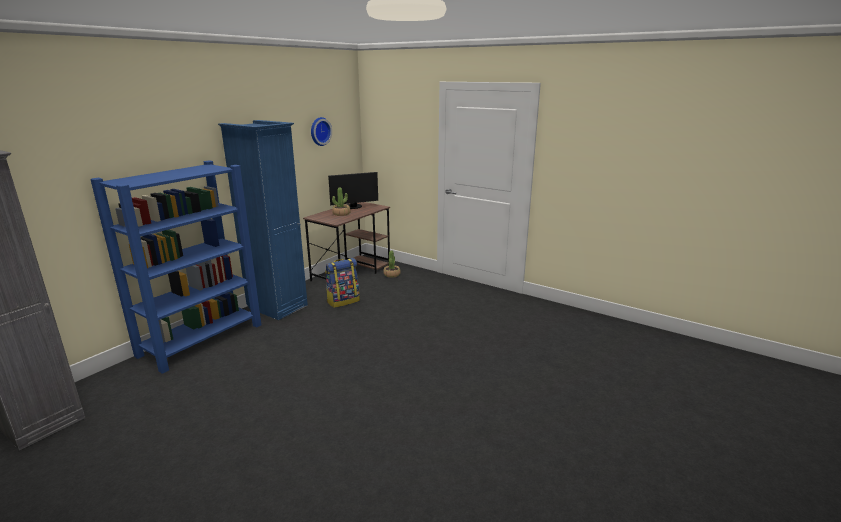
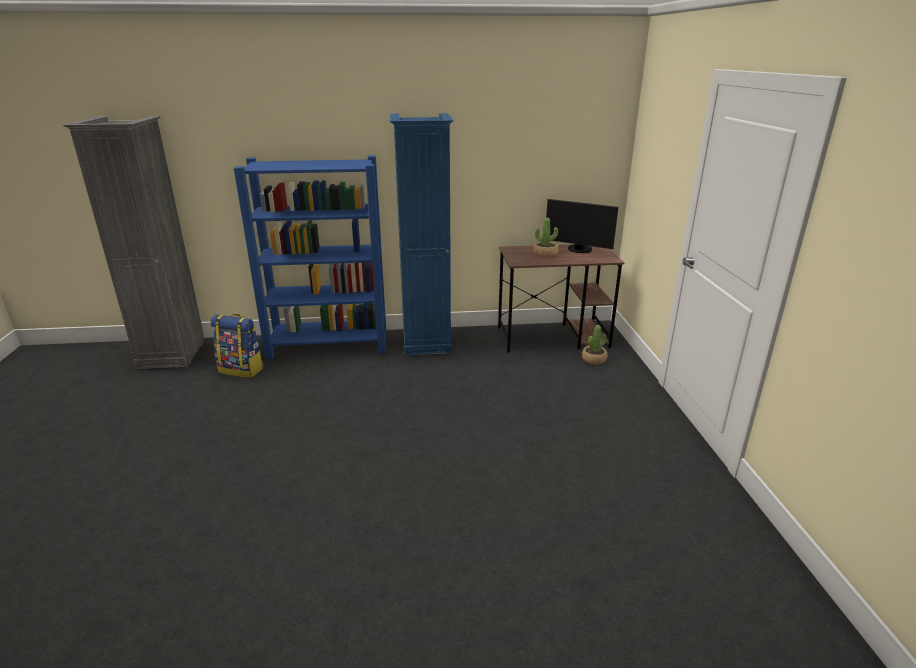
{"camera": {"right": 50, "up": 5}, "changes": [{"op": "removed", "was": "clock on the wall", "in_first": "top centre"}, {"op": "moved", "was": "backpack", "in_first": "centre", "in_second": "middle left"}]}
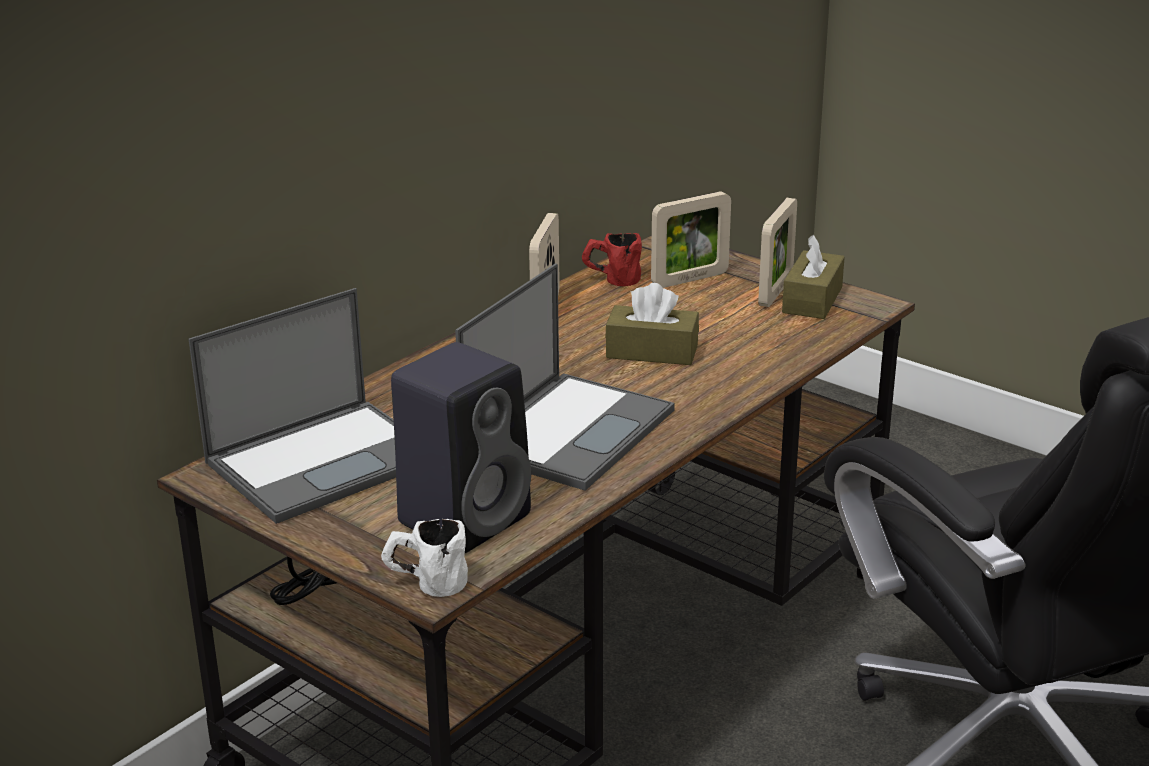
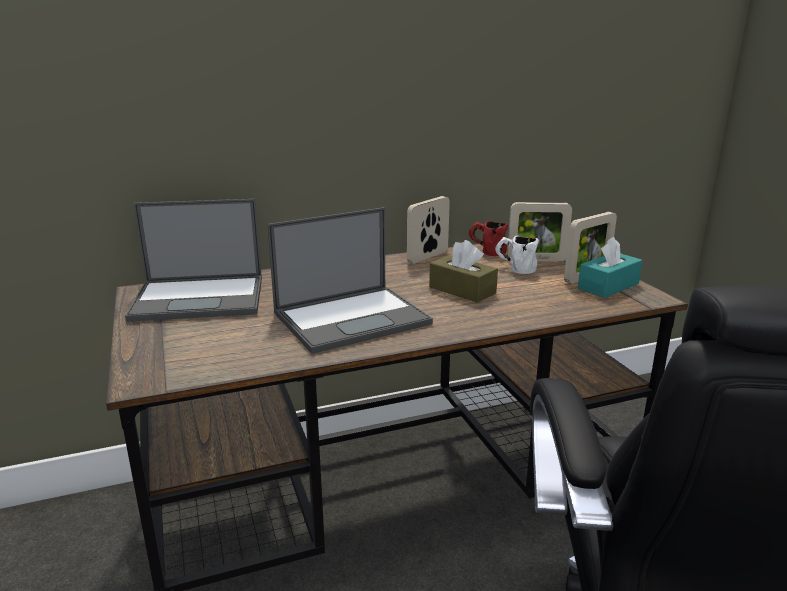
{"camera": {"right": 30, "up": -5}, "changes": [{"op": "recoloured", "was": "box of tissues (brown-coloured) (2nd from left)", "now": "box of tissues (blue-green)", "in_first": "middle right", "in_second": "middle right"}, {"op": "removed", "was": "loudspeaker (black)", "in_first": "centre"}, {"op": "moved", "was": "mug (white-coloured)", "in_first": "bottom centre", "in_second": "centre"}]}
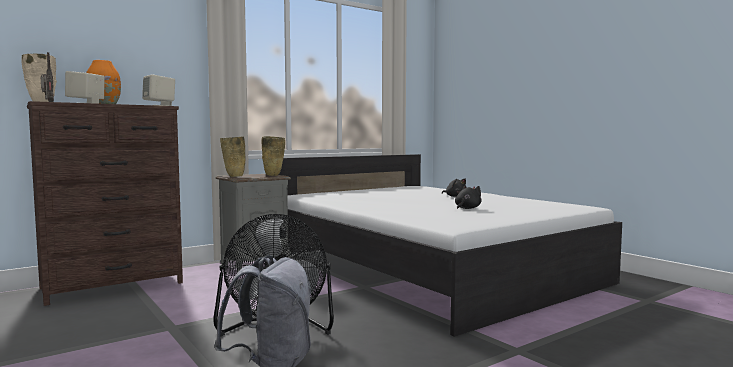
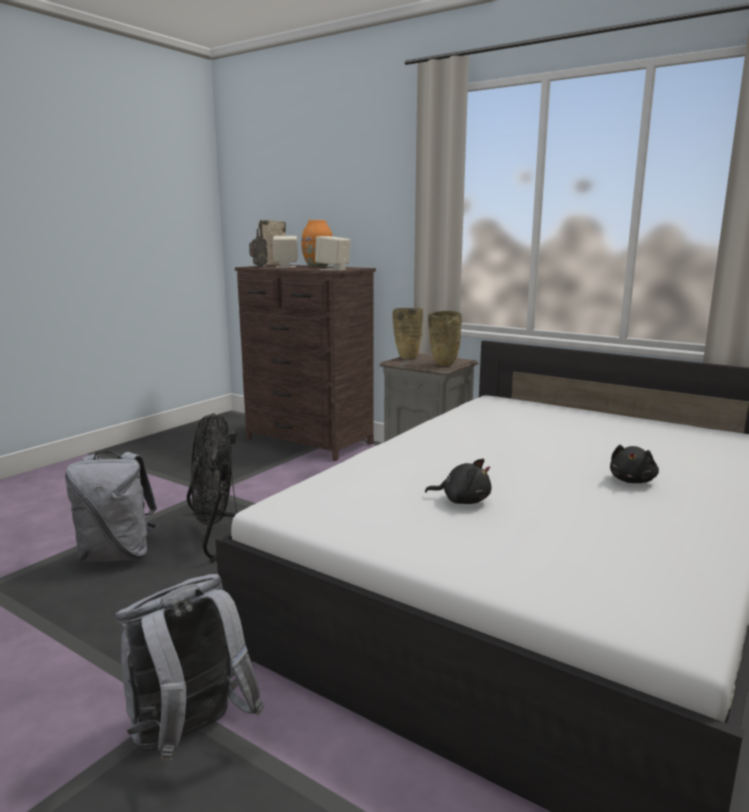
{"camera": {"right": 70, "up": 10}, "changes": [{"op": "added", "now": "backpack (gray) (2nd from left)", "in_second": "bottom left"}]}
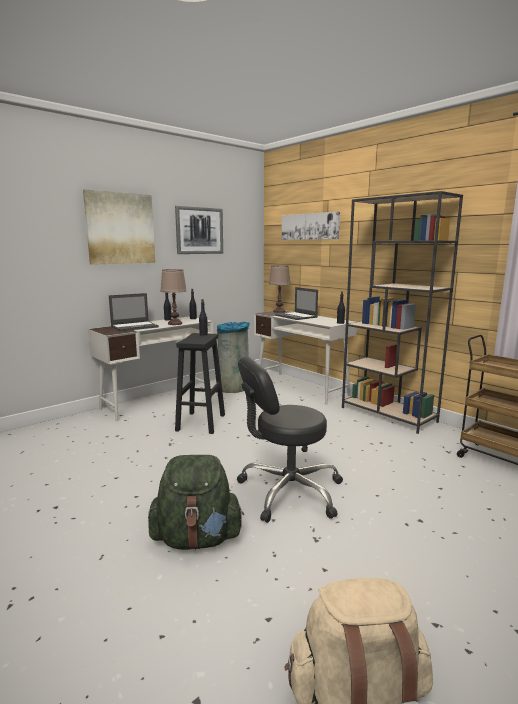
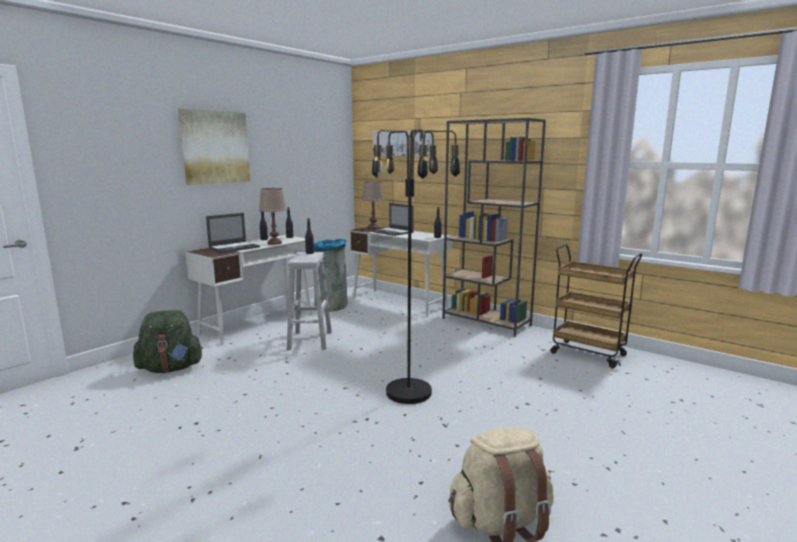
{"camera": {"right": -10, "up": 0}, "changes": [{"op": "removed", "was": "wall art (2nd from left)", "in_first": "top centre"}, {"op": "recoloured", "was": "sitting stool (black)", "now": "sitting stool (white-coloured)", "in_first": "centre", "in_second": "centre"}, {"op": "replaced", "was": "office chair (black)", "now": "floor lamp", "in_first": "centre", "in_second": "centre"}, {"op": "moved", "was": "backpack (greenish)", "in_first": "bottom centre", "in_second": "middle left"}]}
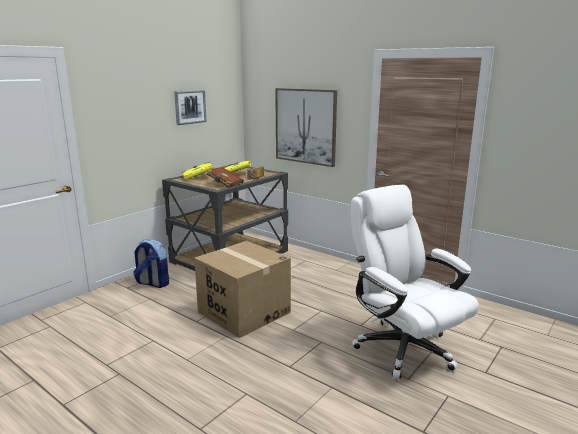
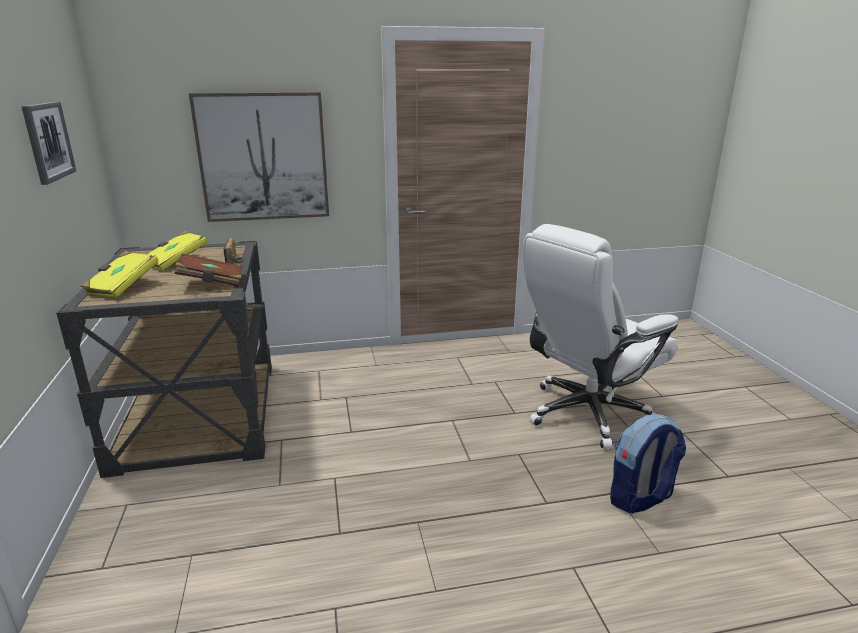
{"camera": {"right": -50, "up": 5}, "changes": [{"op": "turned", "was": "office chair (white-coloured)", "in_first": "middle right", "in_second": "middle right", "clockwise": -45}, {"op": "moved", "was": "backpack", "in_first": "middle left", "in_second": "bottom right"}, {"op": "removed", "was": "packing box", "in_first": "centre"}]}
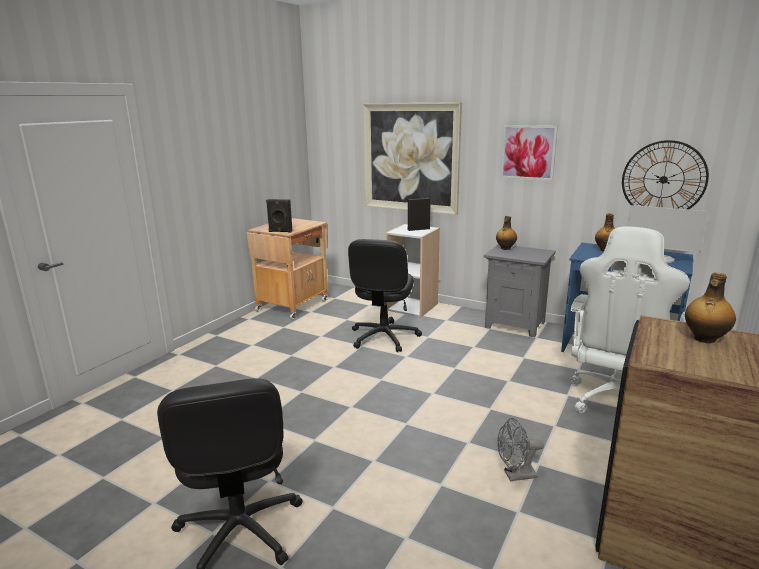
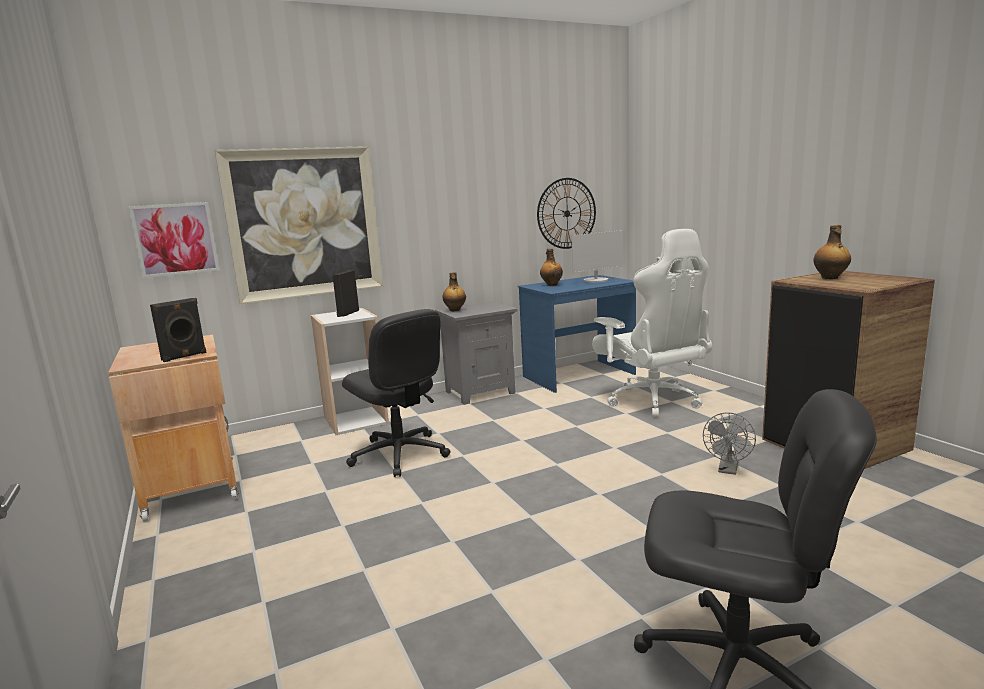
{"camera": {"right": -55, "up": -5}, "changes": [{"op": "moved", "was": "wall art (2nd from left in the first image)", "now": "wall art (1st from left)", "in_first": "top right", "in_second": "middle left"}]}
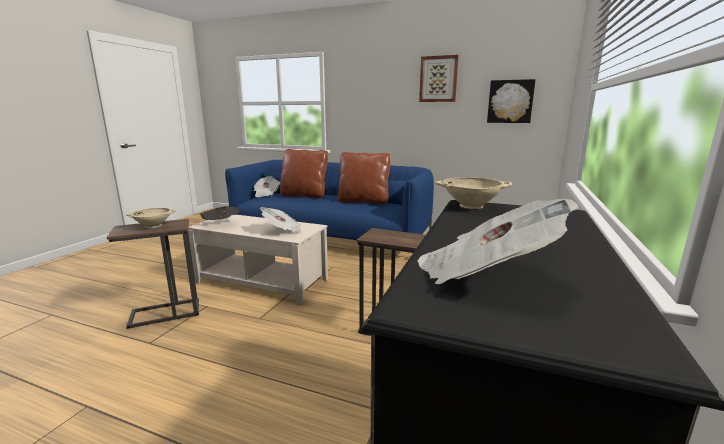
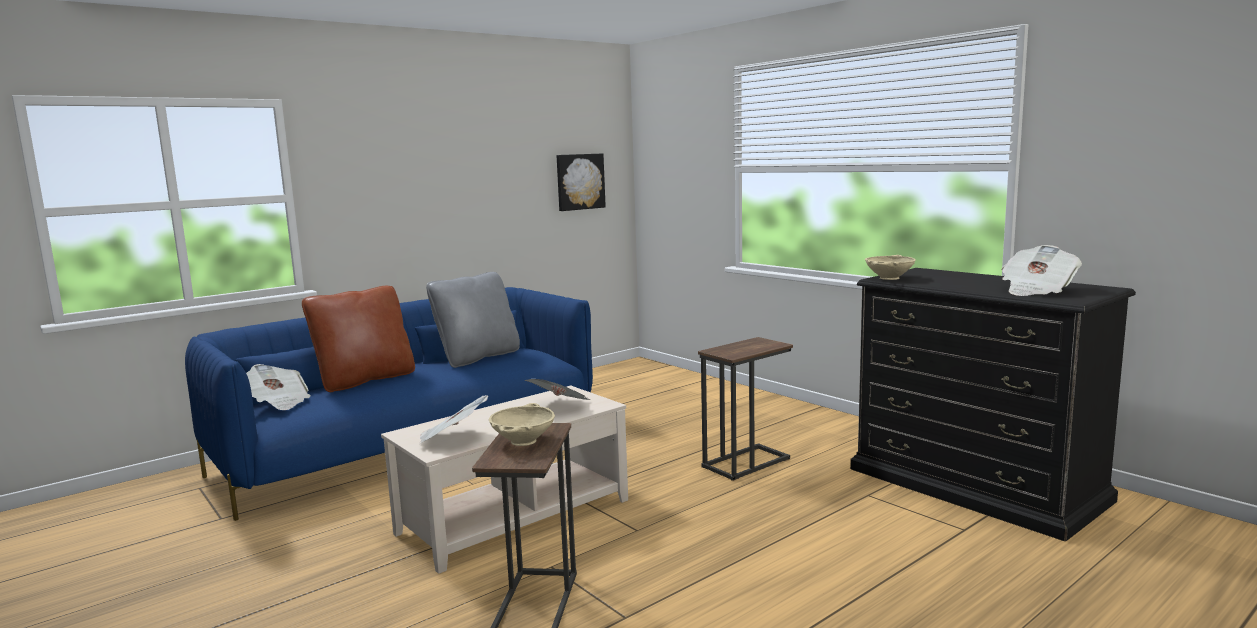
{"camera": {"right": -60, "up": -5}, "changes": [{"op": "removed", "was": "wall art (1st from left)", "in_first": "top centre"}, {"op": "recoloured", "was": "throw pillow (brown-coloured) (2nd from left)", "now": "throw pillow (gray)", "in_first": "centre", "in_second": "centre"}]}
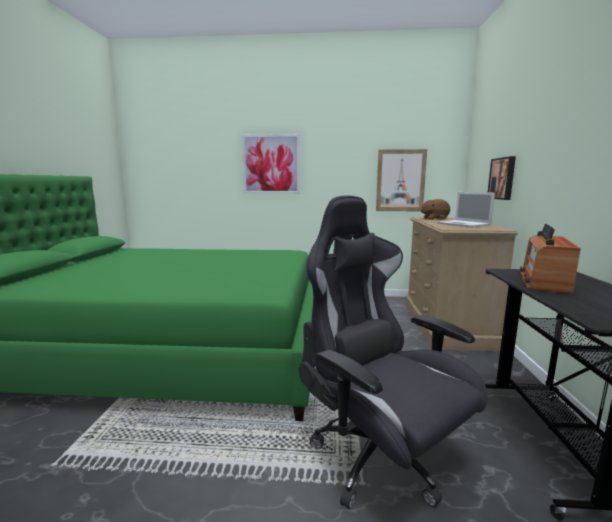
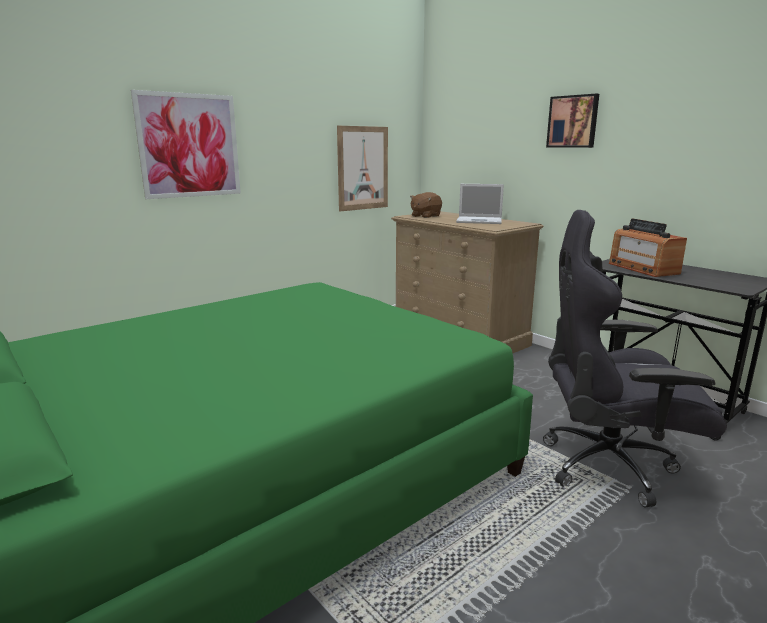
{"camera": {"right": -45, "up": 5}, "changes": [{"op": "moved", "was": "wall art (3rd from left)", "in_first": "middle right", "in_second": "top right"}]}
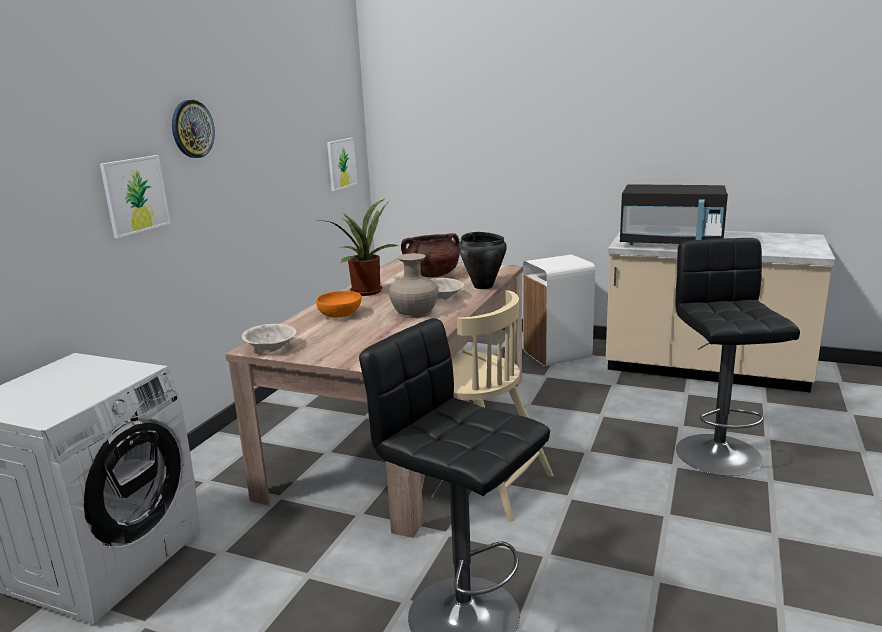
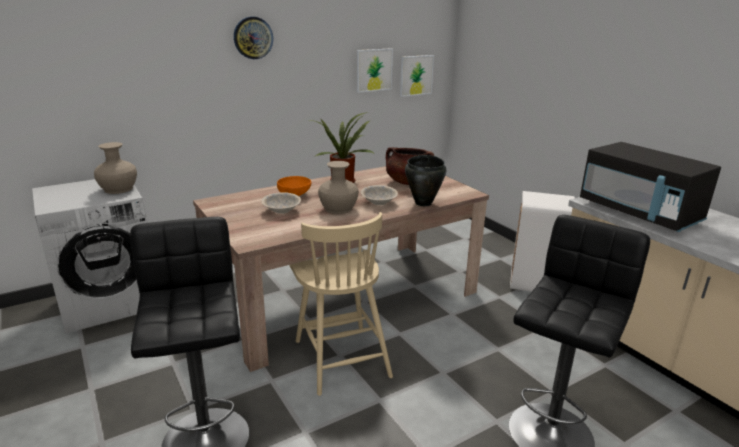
{"camera": {"right": 35, "up": 5}, "changes": [{"op": "moved", "was": "wall art (1st from left)", "in_first": "top left", "in_second": "top centre"}, {"op": "moved", "was": "bowl (sand-coloured) (1st from left)", "in_first": "middle left", "in_second": "centre"}, {"op": "added", "now": "decorative vase (sand-coloured) (1st from left)", "in_second": "middle left"}]}
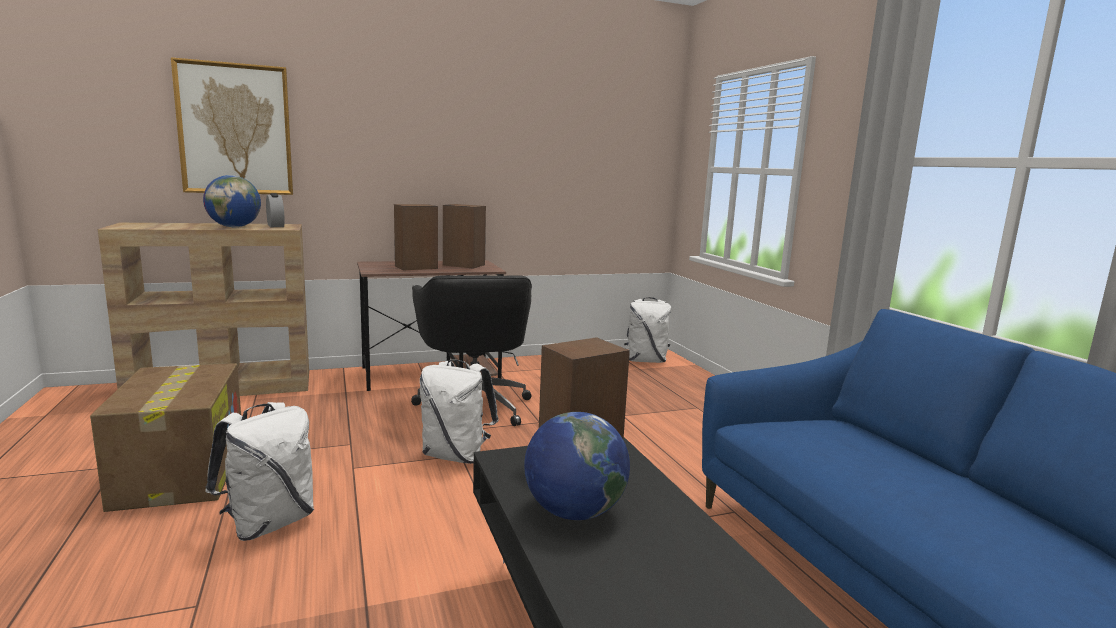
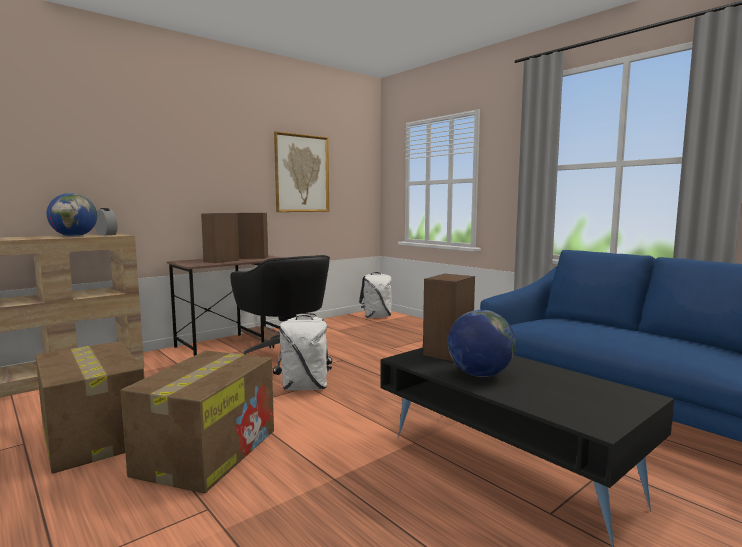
{"camera": {"right": -20, "up": -5}, "changes": [{"op": "moved", "was": "wall art", "in_first": "top left", "in_second": "top centre"}, {"op": "replaced", "was": "backpack (white-coloured) (1st from left)", "now": "packing box (2nd from left)", "in_first": "bottom left", "in_second": "bottom left"}]}
